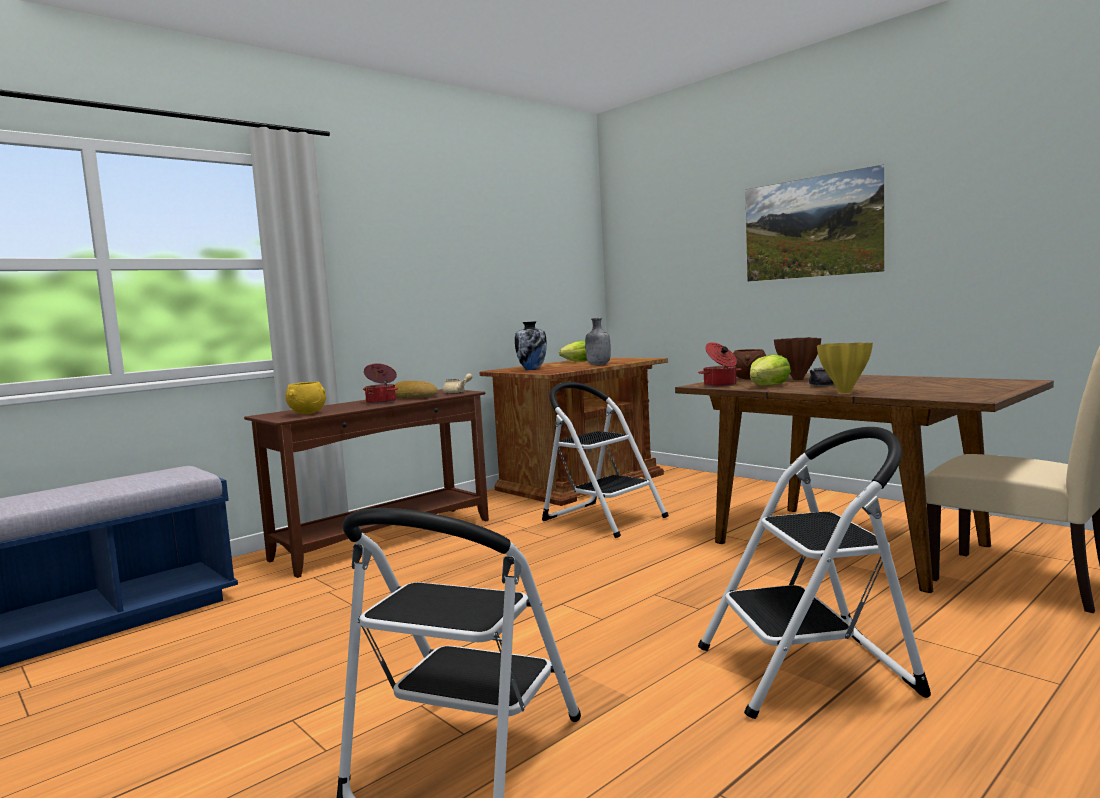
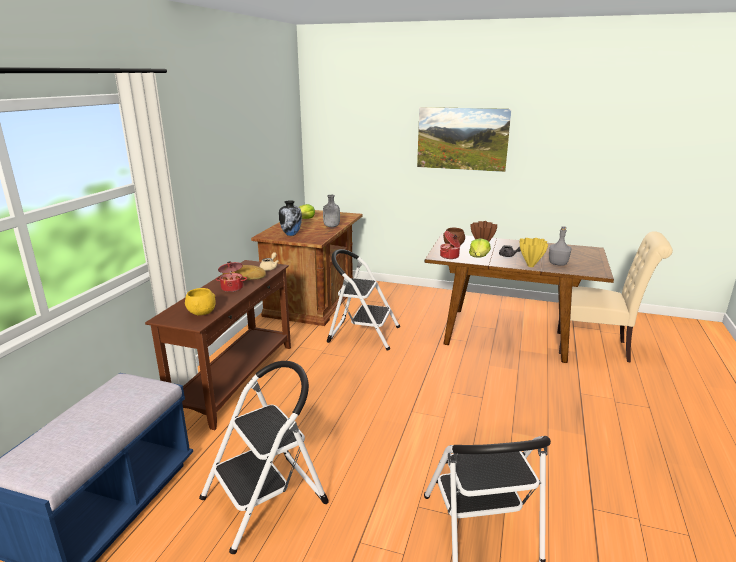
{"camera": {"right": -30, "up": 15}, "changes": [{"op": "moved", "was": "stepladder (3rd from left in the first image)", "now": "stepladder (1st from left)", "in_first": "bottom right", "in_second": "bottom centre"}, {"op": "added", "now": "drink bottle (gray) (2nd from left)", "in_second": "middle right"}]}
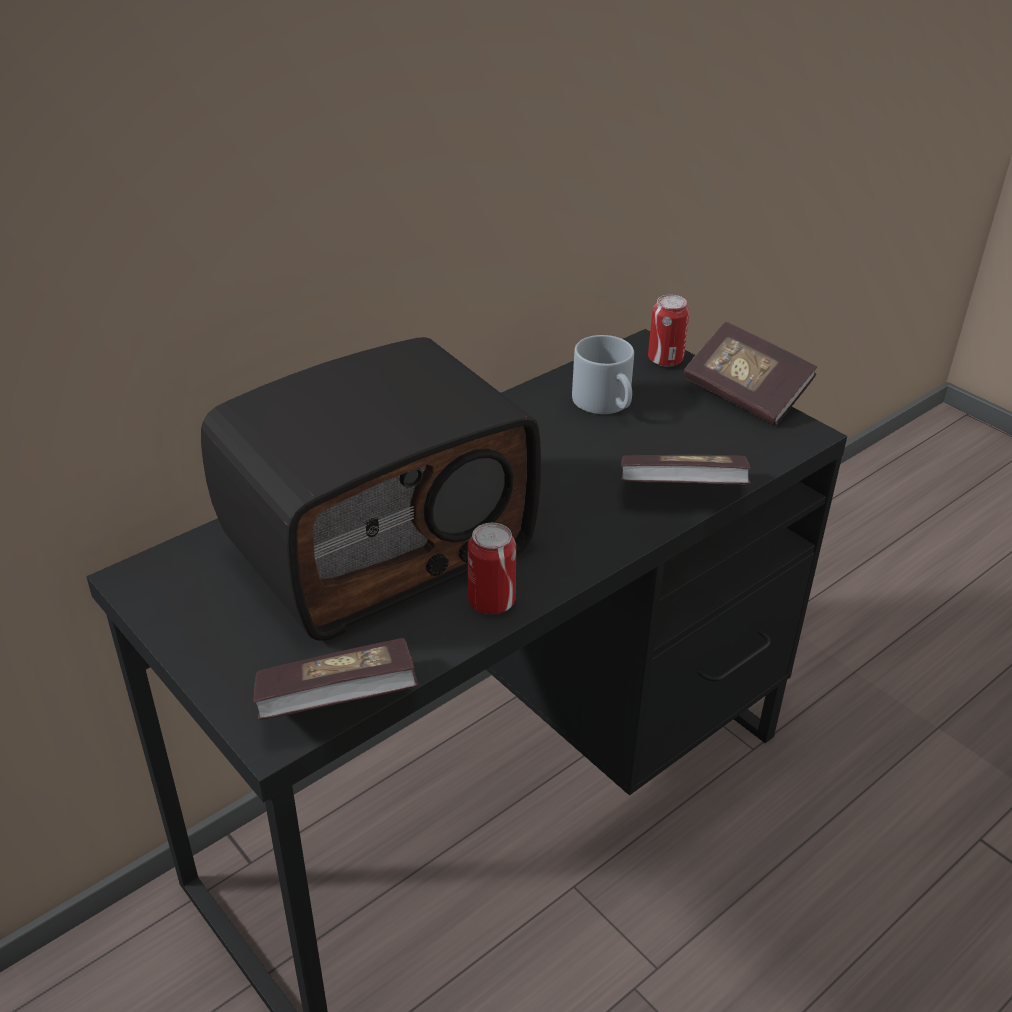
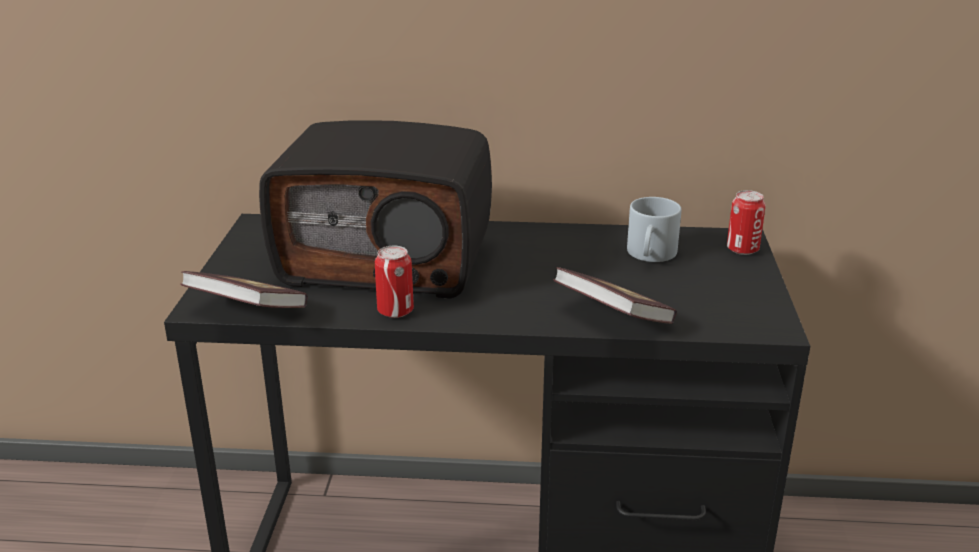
{"camera": {"right": 45, "up": -10}, "changes": [{"op": "removed", "was": "bound book (3rd from left)", "in_first": "middle right"}]}
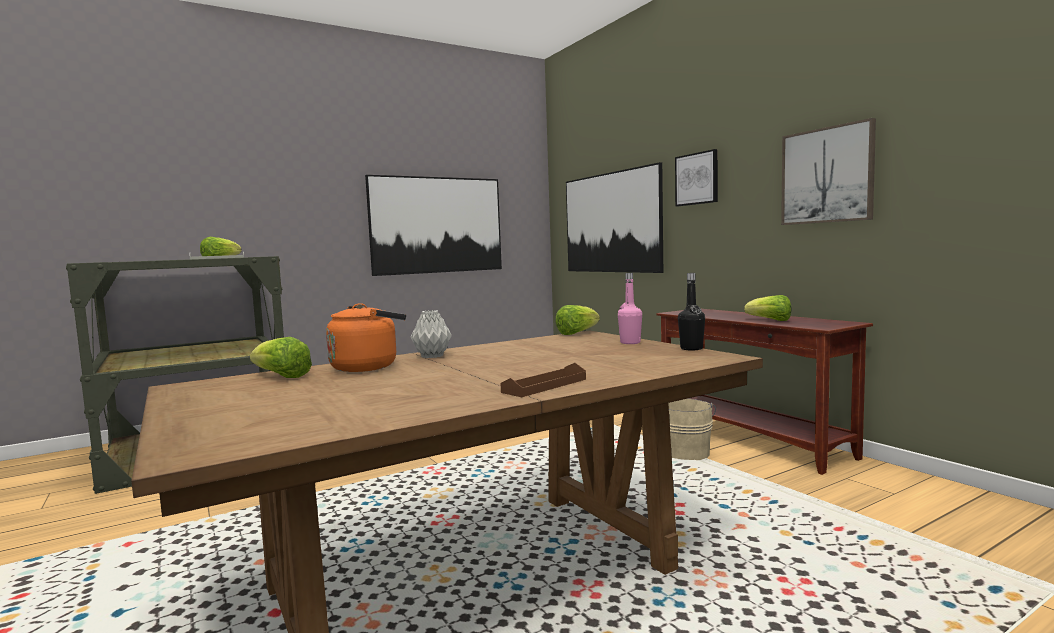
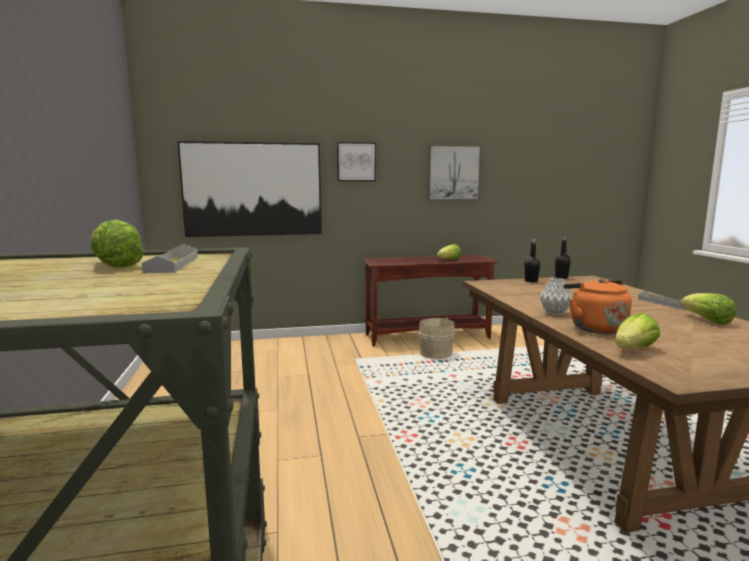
{"camera": {"right": -70, "up": 5}, "changes": [{"op": "removed", "was": "wall art (1st from left)", "in_first": "centre"}, {"op": "recoloured", "was": "drink bottle (pink)", "now": "drink bottle (black) (1st from left)", "in_first": "centre", "in_second": "middle right"}, {"op": "moved", "was": "lettuce (3rd from left in the first image)", "now": "lettuce (4th from left)", "in_first": "centre", "in_second": "middle right"}, {"op": "recoloured", "was": "tray (brown-coloured)", "now": "tray (gray) (2nd from left)", "in_first": "centre", "in_second": "middle right"}]}
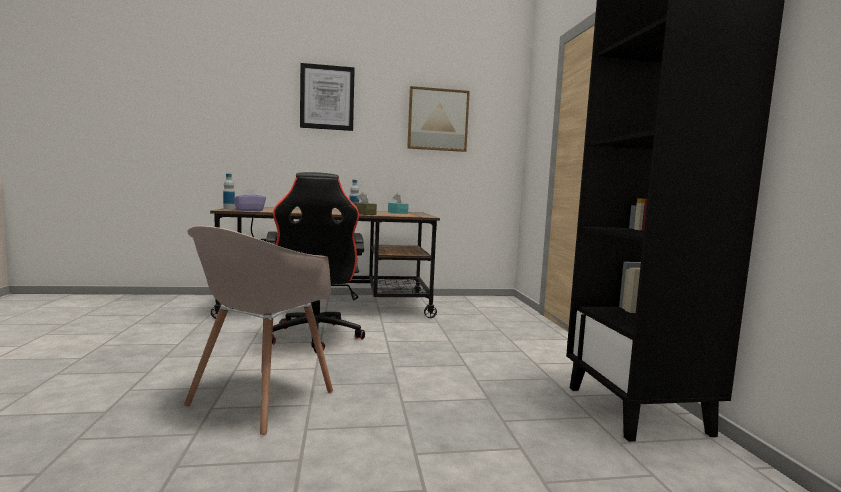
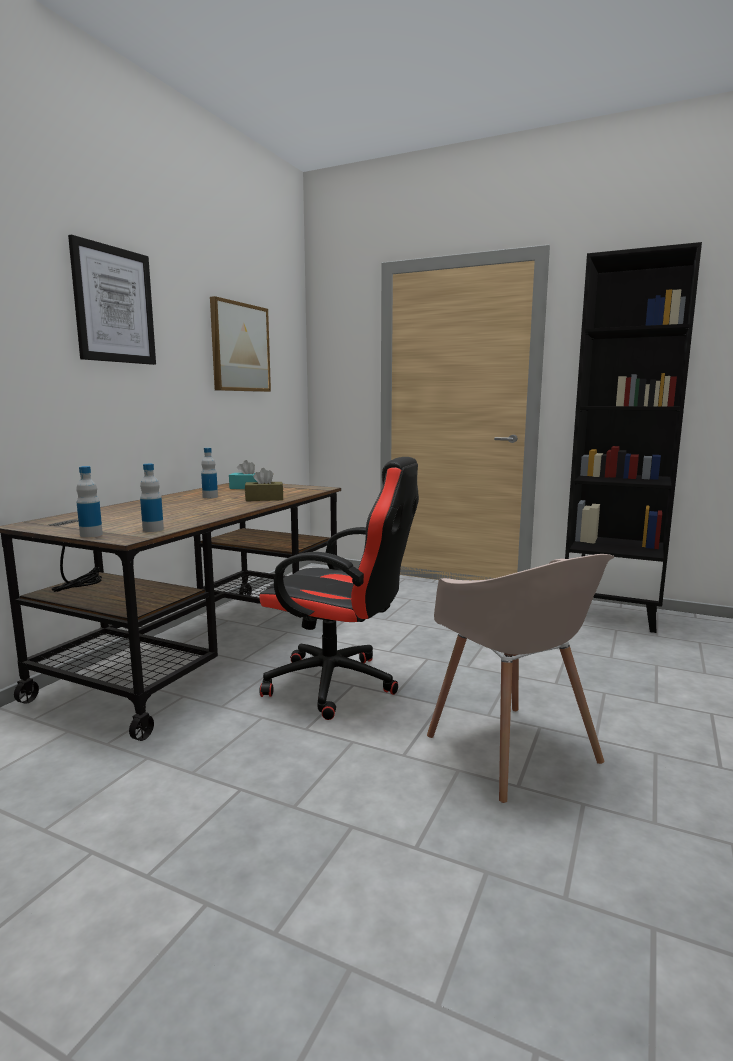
{"camera": {"right": -55, "up": 5}, "changes": [{"op": "replaced", "was": "box of tissues (purplish)", "now": "drink bottle (2nd from left)", "in_first": "middle left", "in_second": "middle left"}]}
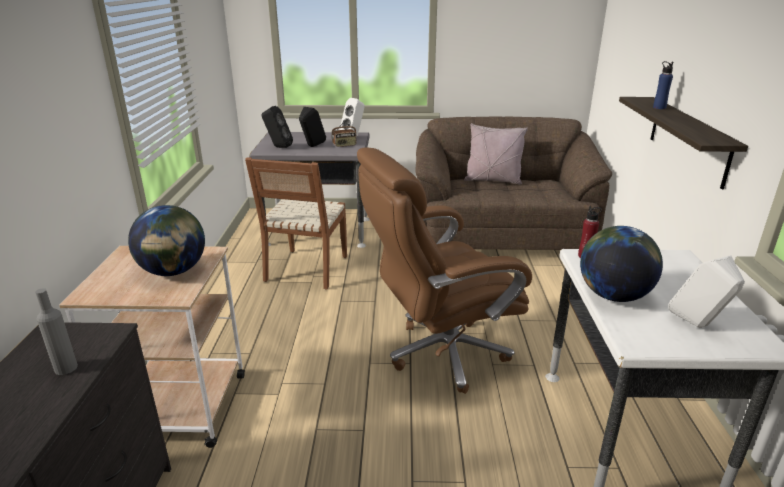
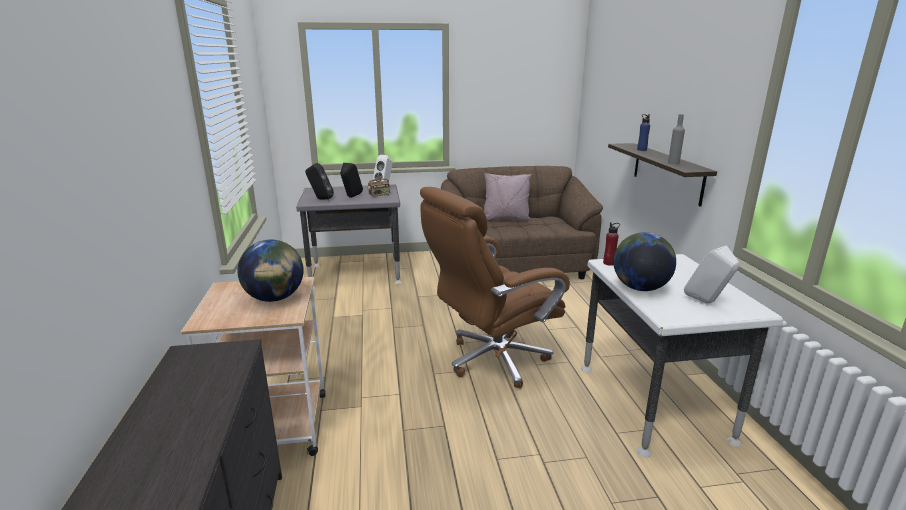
{"camera": {"right": -10, "up": -5}, "changes": [{"op": "removed", "was": "chair", "in_first": "centre"}, {"op": "moved", "was": "drink bottle (gray)", "in_first": "bottom left", "in_second": "top right"}]}
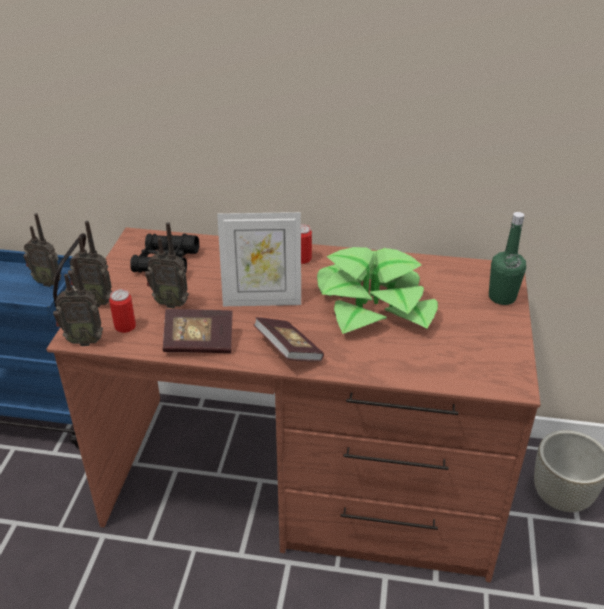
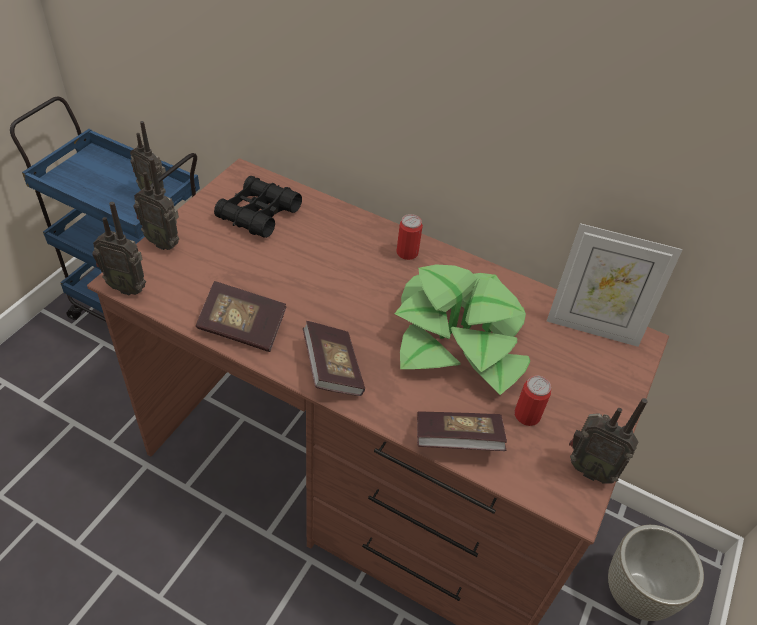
{"camera": {"right": 15, "up": 10}, "changes": [{"op": "moved", "was": "photo frame", "in_first": "centre", "in_second": "middle right"}, {"op": "removed", "was": "drink bottle (greenish)", "in_first": "middle right"}, {"op": "moved", "was": "radio (4th from left)", "in_first": "middle left", "in_second": "bottom right"}, {"op": "moved", "was": "metal can (1st from left in the first image)", "now": "metal can (2nd from left)", "in_first": "middle left", "in_second": "middle right"}, {"op": "added", "now": "bound book (3rd from left)", "in_second": "bottom centre"}]}
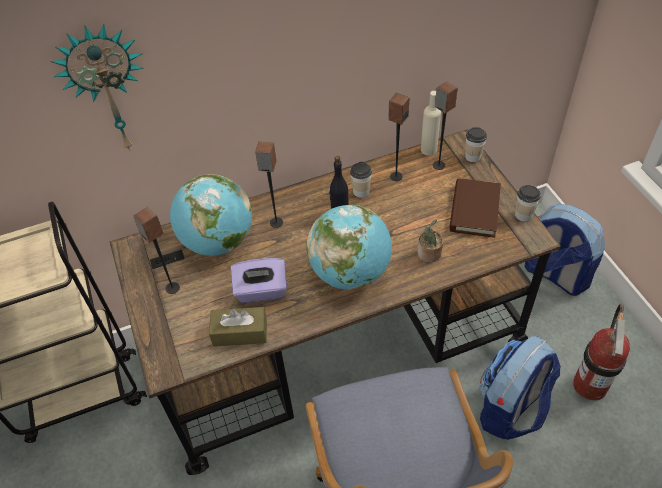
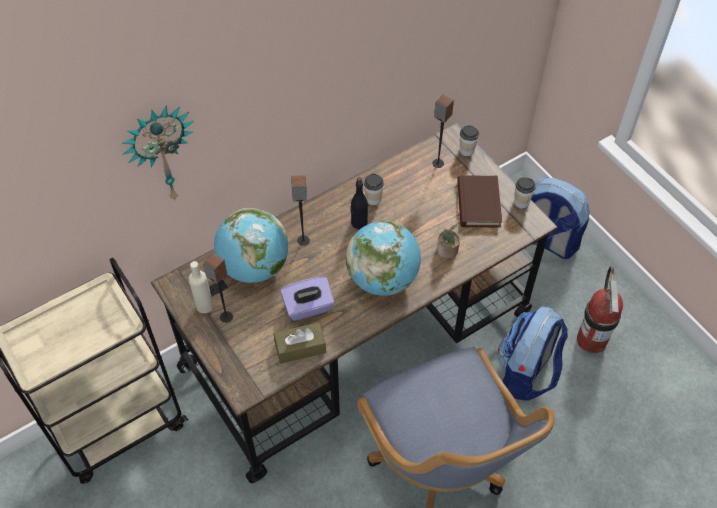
{"camera": {"right": -15, "up": 5}, "changes": [{"op": "moved", "was": "drink bottle (sand-coloured)", "in_first": "top centre", "in_second": "middle left"}, {"op": "removed", "was": "loudspeaker (3rd from left)", "in_first": "top centre"}]}
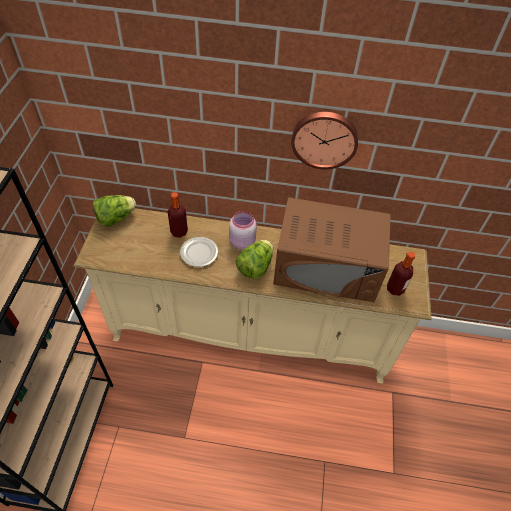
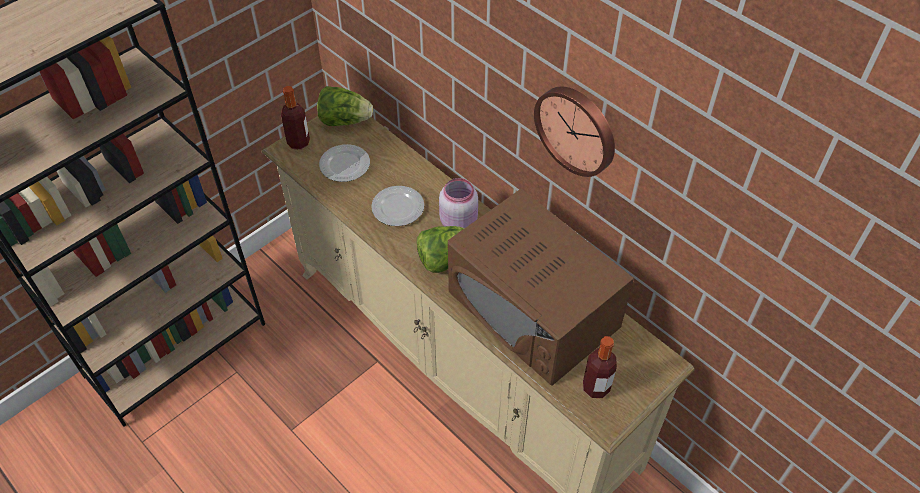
{"camera": {"right": 40, "up": 0}, "changes": [{"op": "moved", "was": "drink bottle (1st from left)", "in_first": "centre", "in_second": "top left"}, {"op": "added", "now": "plate (1st from left)", "in_second": "top centre"}]}
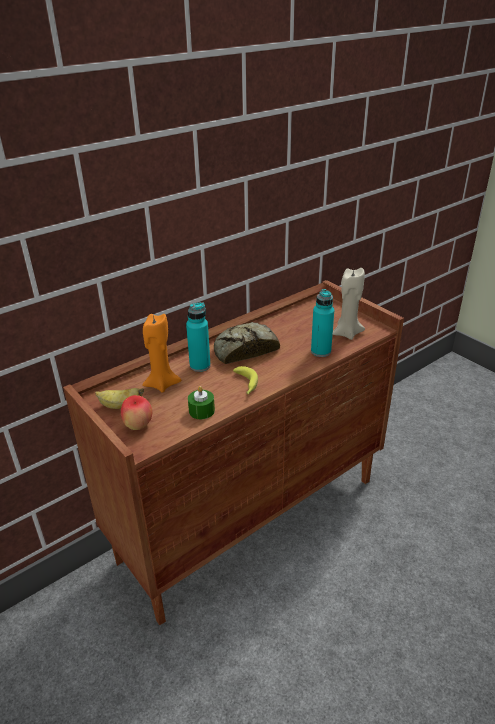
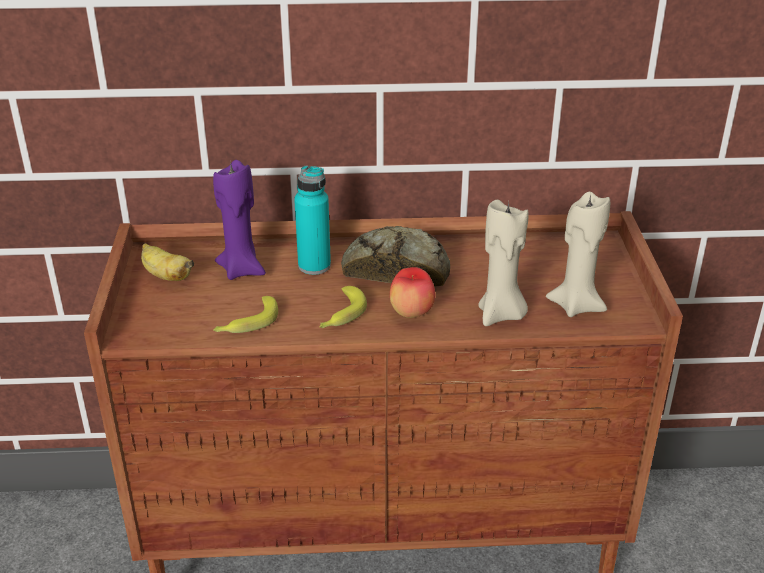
{"camera": {"right": 35, "up": 0}, "changes": [{"op": "replaced", "was": "drink bottle (blue-green) (2nd from left)", "now": "wax light (sand-coloured) (1st from left)", "in_first": "centre", "in_second": "centre"}, {"op": "recoloured", "was": "wax light (orangey)", "now": "wax light (purplish)", "in_first": "middle left", "in_second": "middle left"}, {"op": "replaced", "was": "wax light (greenish)", "now": "whole banana (2nd from left)", "in_first": "centre", "in_second": "middle left"}, {"op": "moved", "was": "apple", "in_first": "middle left", "in_second": "centre"}]}
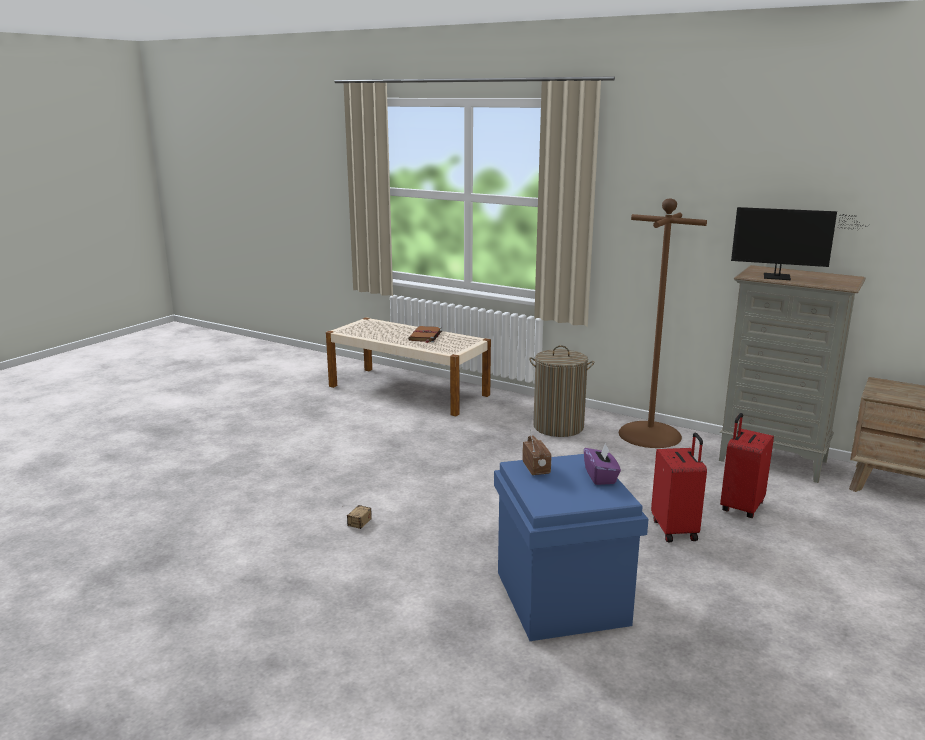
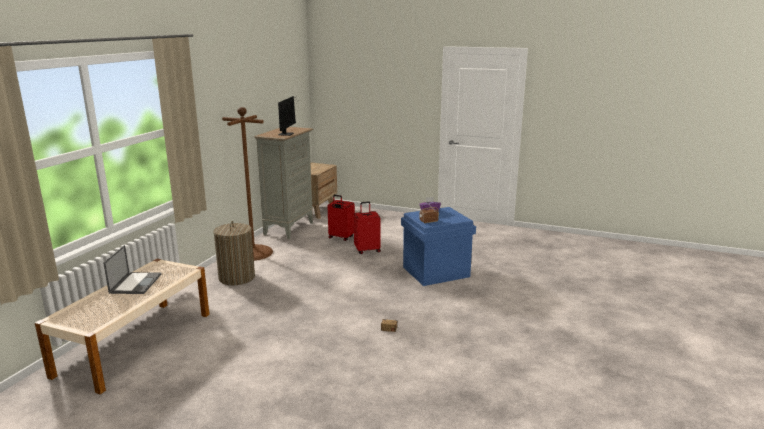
{"camera": {"right": -100, "up": 0}, "changes": [{"op": "replaced", "was": "bound book (brown-coloured)", "now": "notebook computer", "in_first": "centre", "in_second": "middle left"}]}
